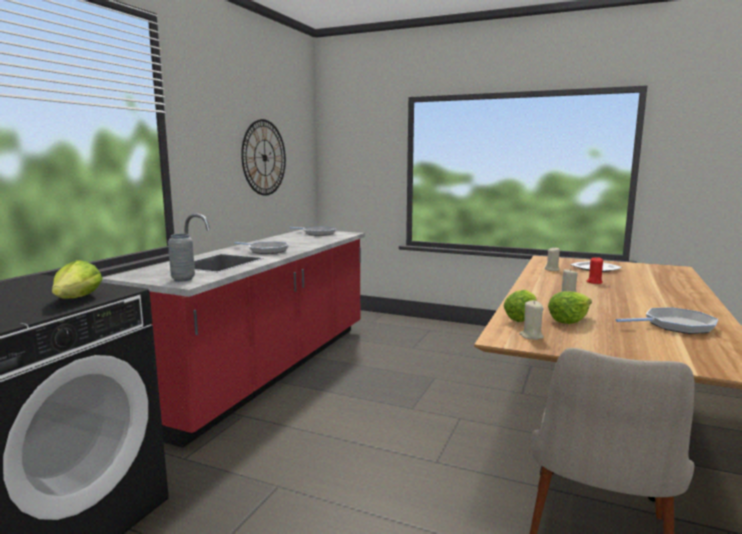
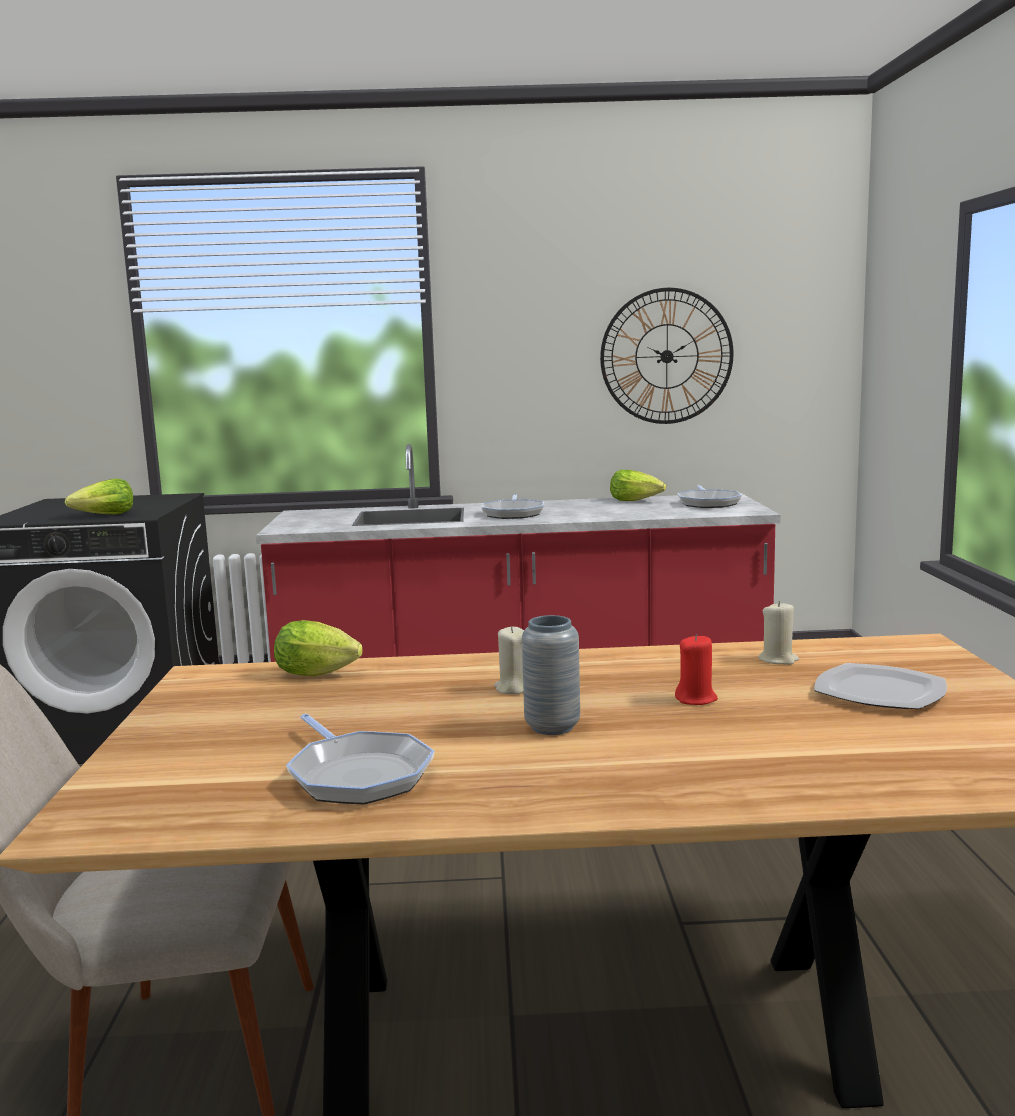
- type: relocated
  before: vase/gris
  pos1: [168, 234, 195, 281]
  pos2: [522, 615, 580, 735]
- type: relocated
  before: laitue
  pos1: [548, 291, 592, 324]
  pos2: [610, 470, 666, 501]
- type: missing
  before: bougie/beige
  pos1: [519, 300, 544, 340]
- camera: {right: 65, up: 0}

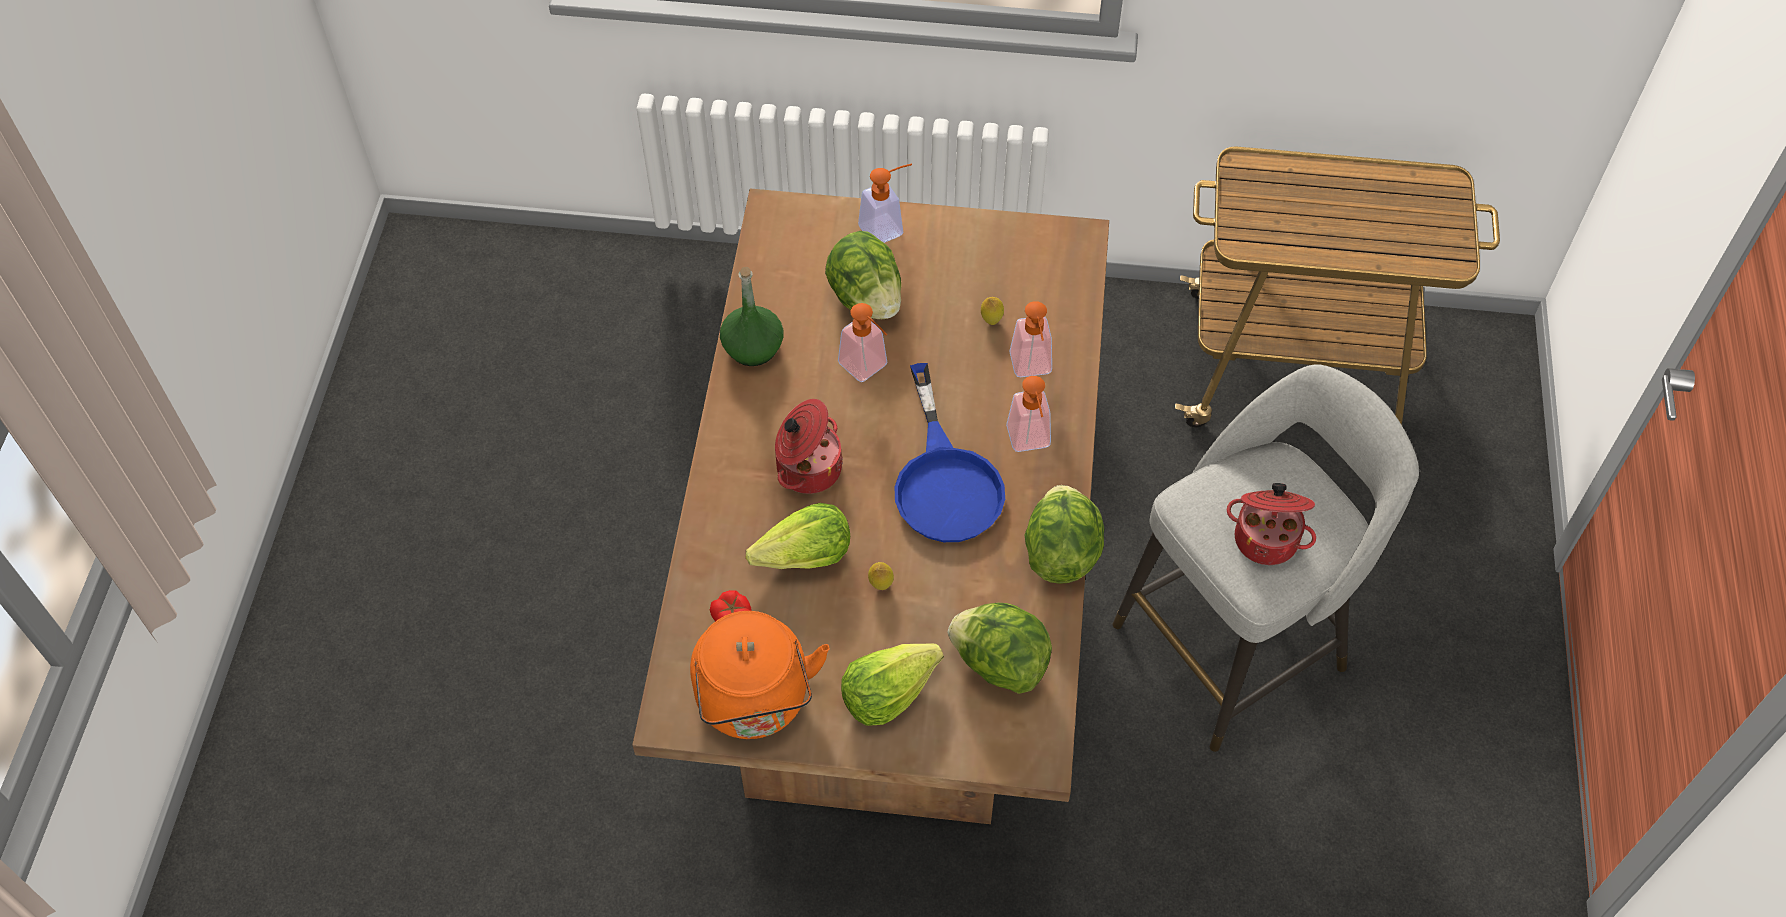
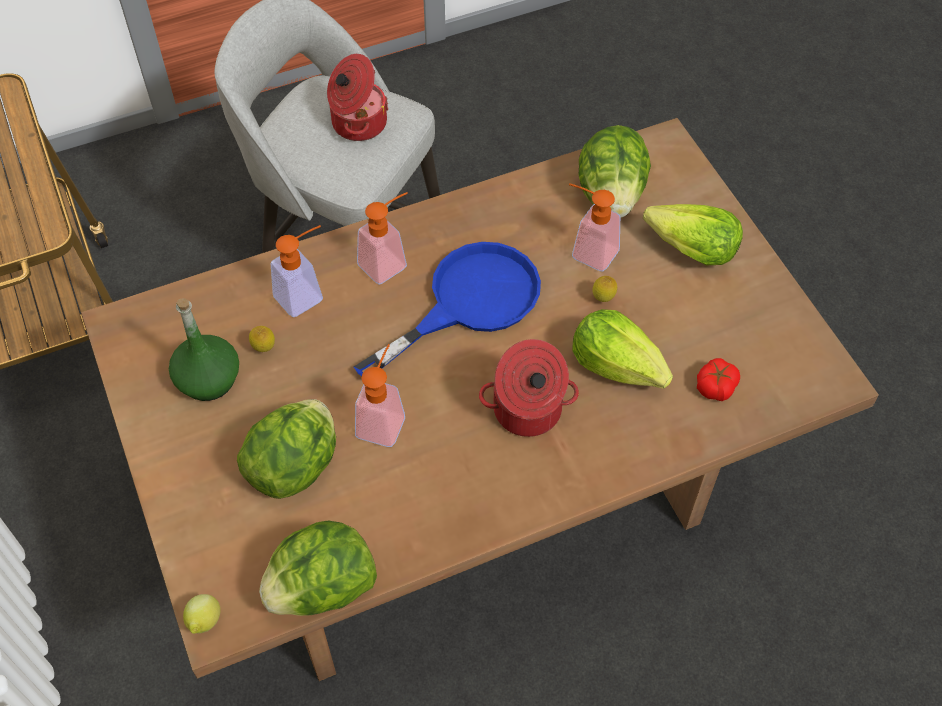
- type: relocated
  before: bouteille/vert
  pos1: [720, 267, 784, 366]
  pos2: [169, 298, 239, 401]
- type: appeared
  after: citron
  pos2: [183, 594, 221, 634]
- type: relocated
  before: laitue
  pos1: [1025, 485, 1104, 584]
  pos2: [259, 521, 377, 616]
- type: relocated
  before: distributeur de savon
  pos1: [858, 163, 912, 243]
  pos2: [569, 183, 620, 272]
- type: missing
  before: bouilloire/orange
  pos1: [690, 611, 830, 739]
- camera: {right: -120, up: 0}

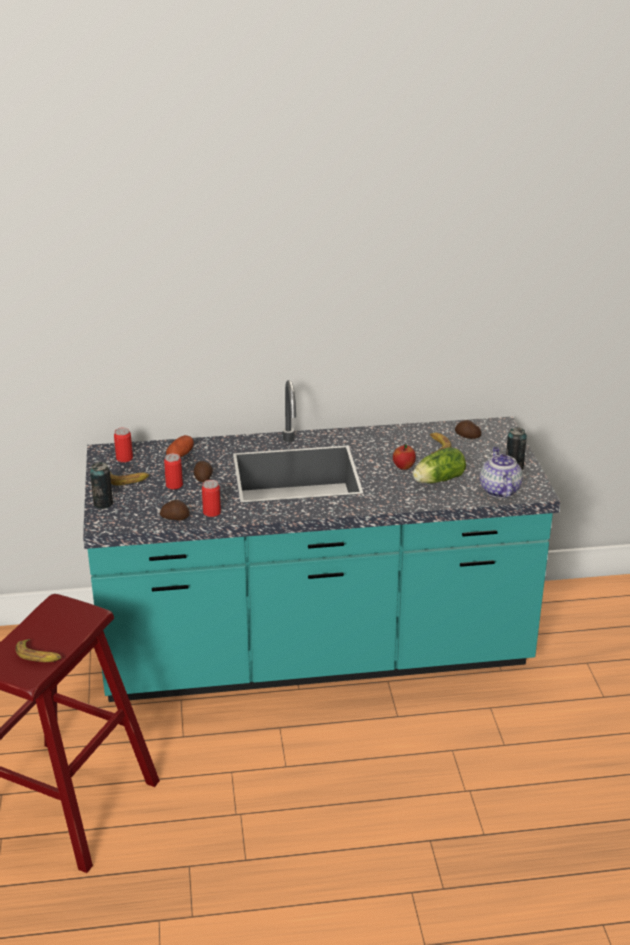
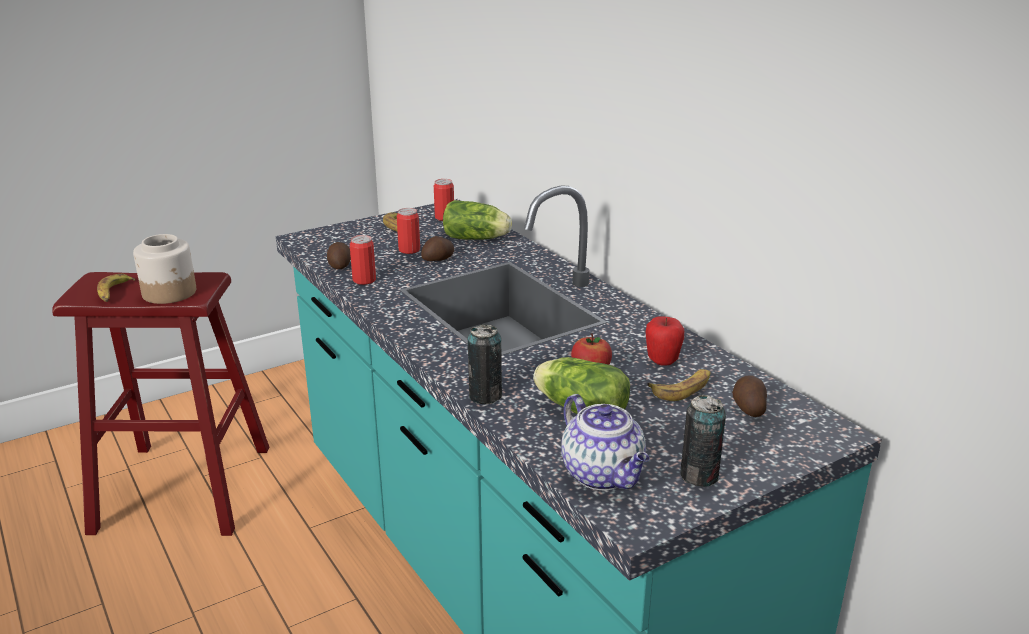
- type: appeared
  after: bocal
  pos2: [133, 234, 196, 304]
- type: exchanged
  before: pomme de terre
  after: laitue
  pos1: [166, 435, 194, 457]
  pos2: [443, 200, 512, 239]
- type: relocated
  before: boîte métallique
  pos1: [90, 462, 113, 509]
  pos2: [468, 324, 502, 404]
- type: spun
  before: théière
  pos1: [480, 447, 523, 498]
  pos2: [561, 394, 650, 490]
  turn: 90
- type: appeared
  after: pomme
  pos2: [646, 316, 684, 366]
- camera: {right: 65, up: -5}

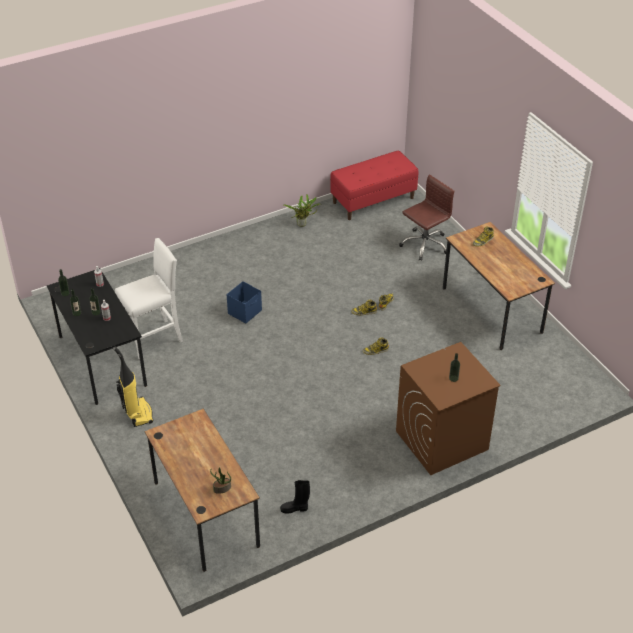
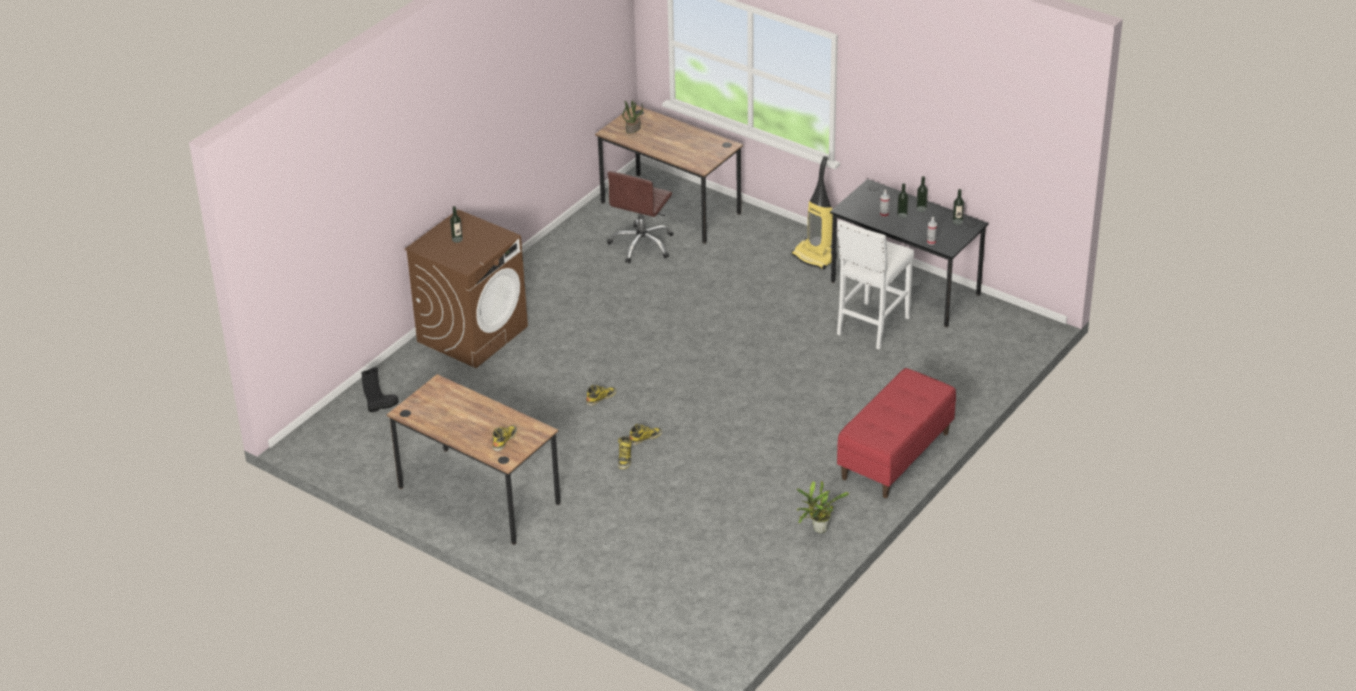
- type: relocated
  before: botte/noir
  pos1: [280, 480, 310, 513]
  pos2: [361, 367, 399, 412]
- type: relocated
  before: chaise de bureau/marron
  pos1: [399, 174, 454, 261]
  pos2: [607, 171, 674, 264]
- type: relocated
  before: banc/rouge
  pos1: [330, 150, 418, 220]
  pos2: [837, 368, 956, 498]
- type: missing
  before: boîte de rangement/bleu
  pos1: [226, 281, 262, 323]
- camera: {right: 155, up: -5}

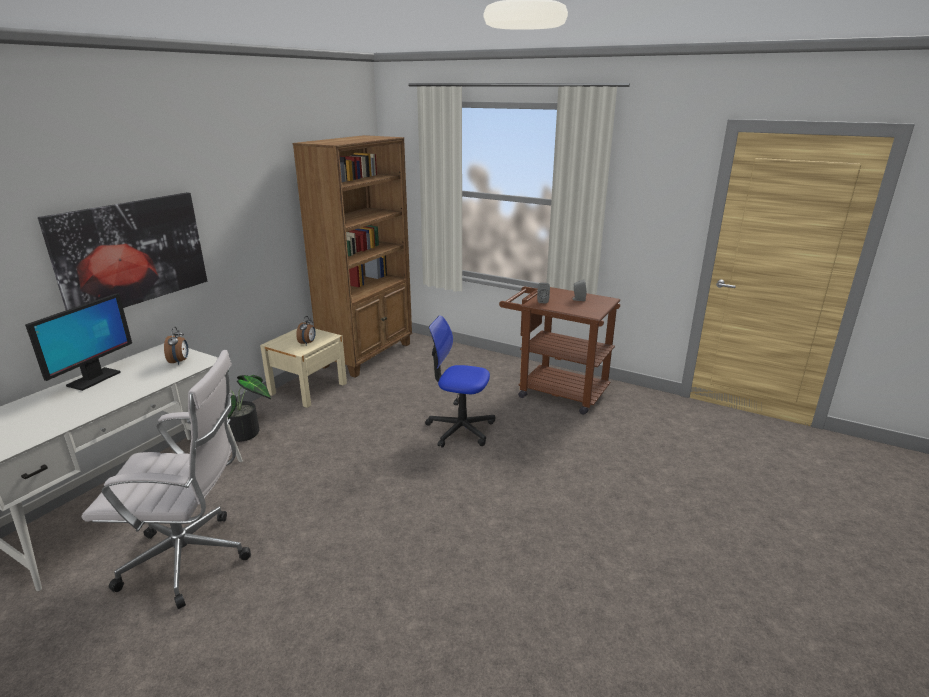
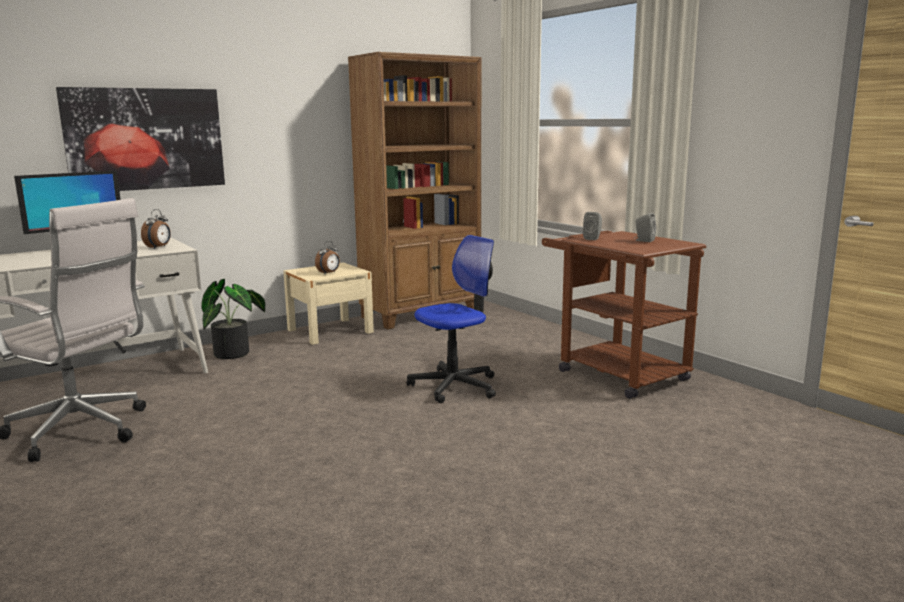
- type: spun
  before: chaise de bureau
  pos1: [425, 315, 495, 448]
  pos2: [407, 235, 496, 403]
  turn: 105
- camera: {right: 25, up: -10}

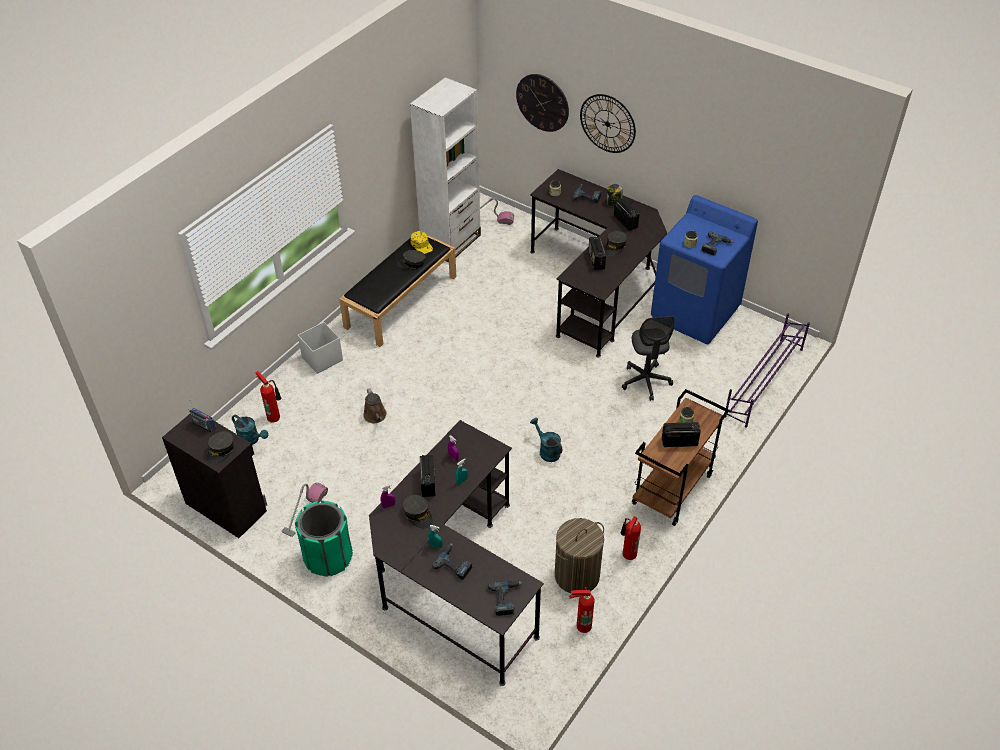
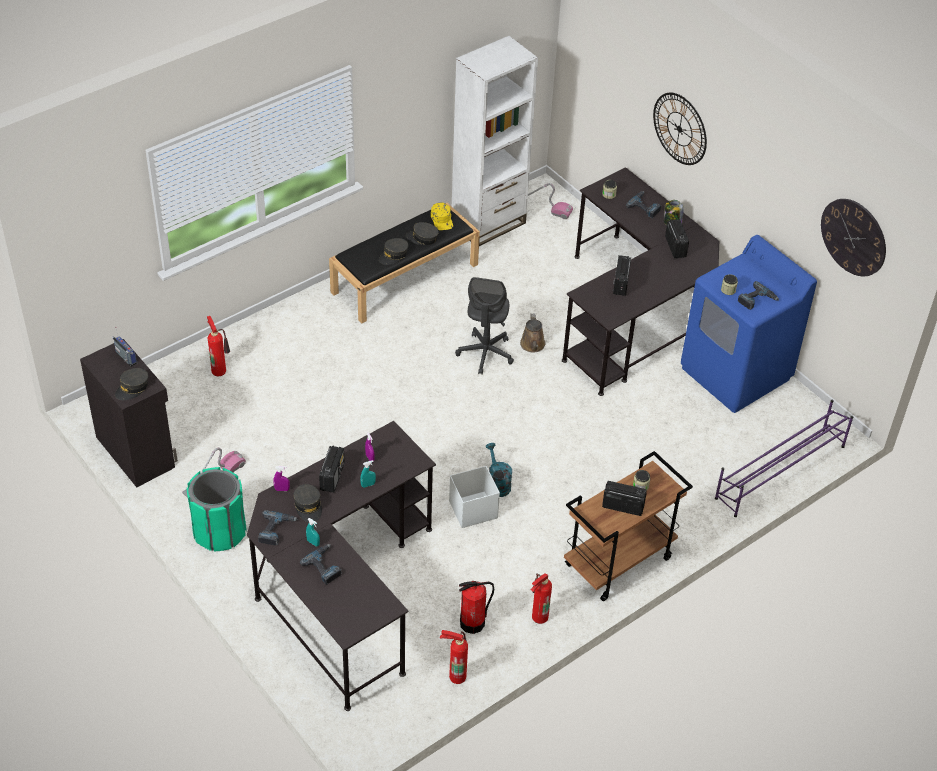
- type: relocated
  before: perceuse
  pos1: [487, 581, 523, 616]
  pos2: [258, 510, 298, 546]
- type: relocated
  before: casquette/gris
  pos1: [605, 231, 627, 256]
  pos2: [379, 238, 408, 265]
- type: relocated
  before: boîte de rangement/blanc
  pos1: [298, 322, 343, 374]
  pos2: [449, 466, 500, 528]
- type: relocated
  before: chaise de bureau/gris
  pos1: [622, 316, 675, 401]
  pos2: [455, 277, 514, 374]
- type: exchanged
  before: panier à linge
  after: extincteur
  pos1: [555, 518, 604, 593]
  pos2: [459, 581, 494, 634]
- type: relocated
  before: arrosoir/marron
  pos1: [363, 388, 387, 423]
  pos2: [520, 313, 546, 352]
- type: relocated
  before: horloge murale
  pos1: [516, 74, 569, 132]
  pos2: [821, 199, 886, 277]
- type: missing
  before: arrosoir/turquoise
  pos1: [232, 415, 268, 445]
- camera: {right: 15, up: 0}

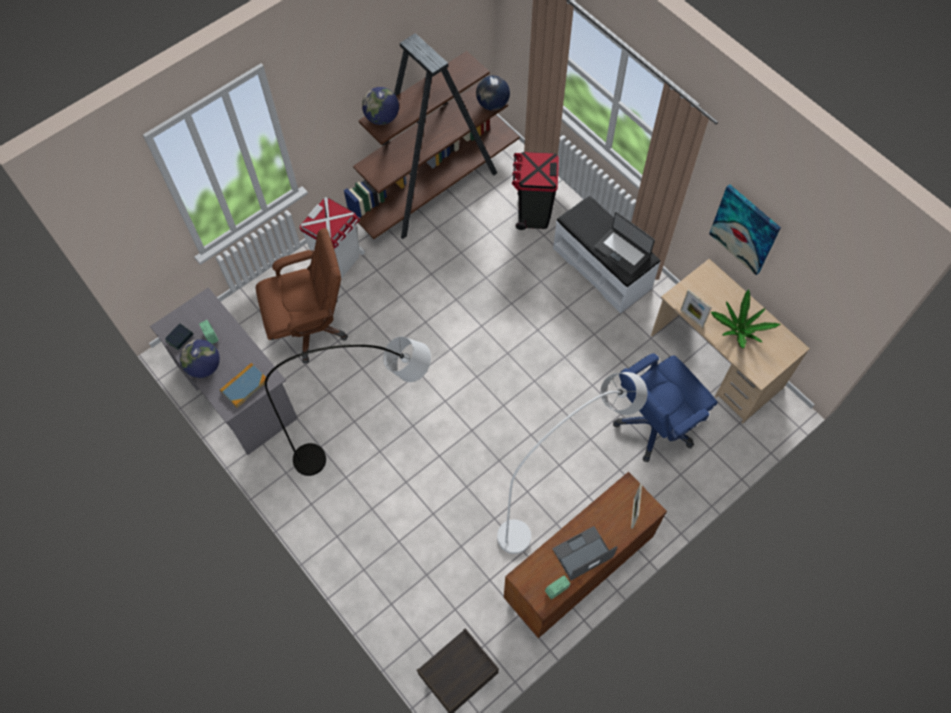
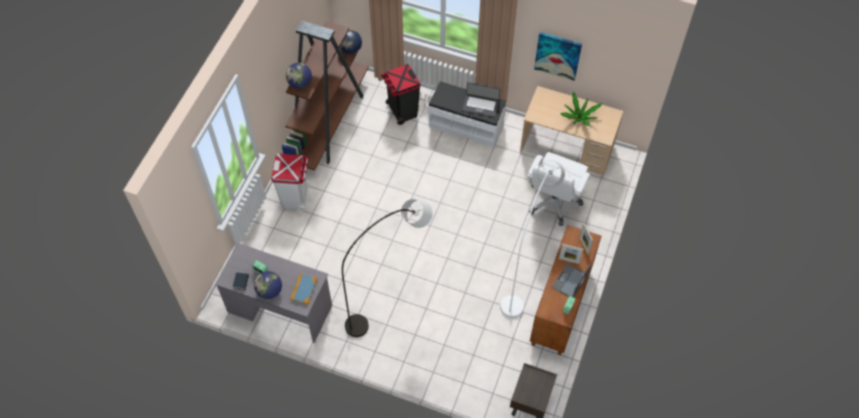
- type: colour
  before: chaise de bureau/bleu
  after: chaise de bureau/blanc
  pos1: [613, 353, 718, 462]
  pos2: [527, 152, 590, 226]
- type: relocated
  before: cadre photo
  pos1: [680, 289, 712, 328]
  pos2: [559, 244, 583, 264]
- type: missing
  before: chaise de bureau/marron
  pos1: [256, 228, 348, 363]
- camera: {right: -30, up: -5}

